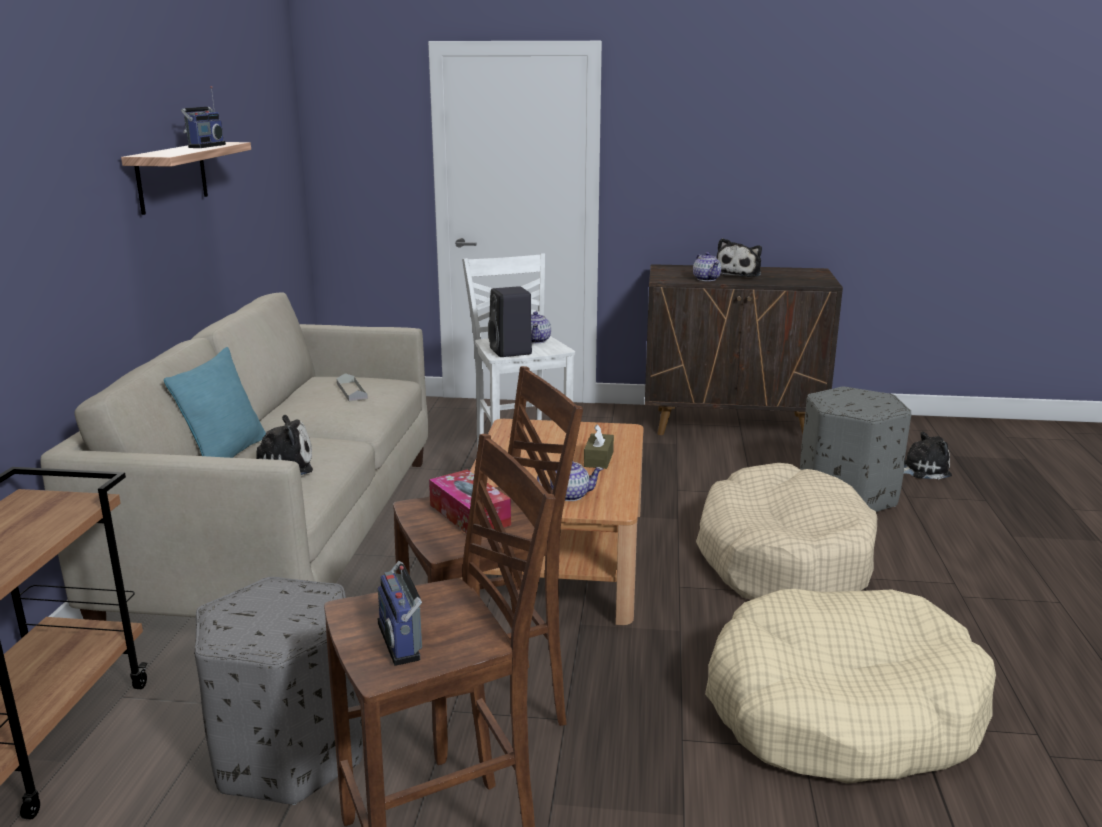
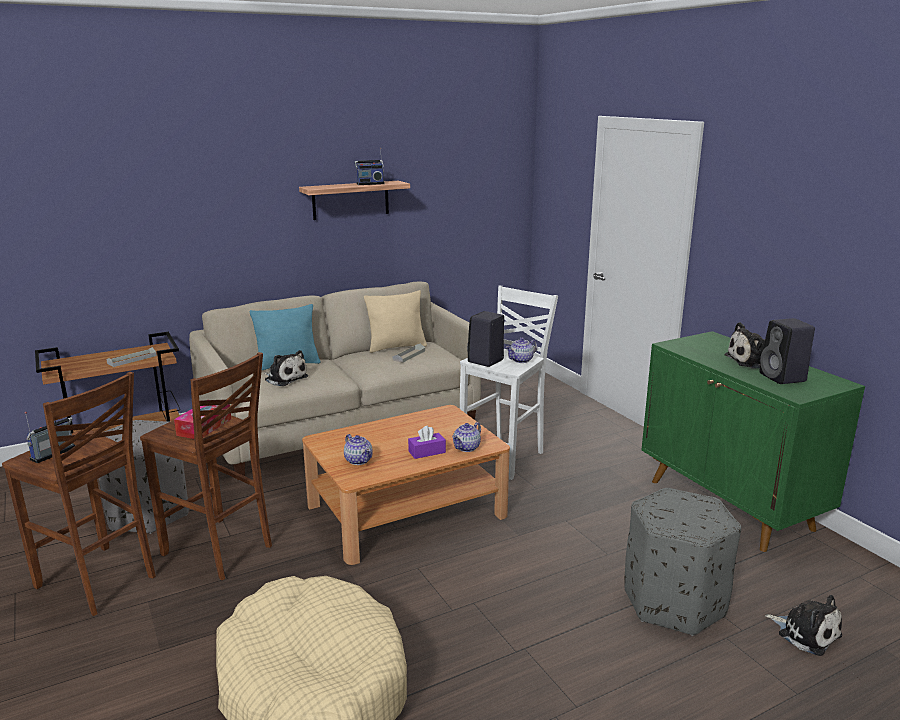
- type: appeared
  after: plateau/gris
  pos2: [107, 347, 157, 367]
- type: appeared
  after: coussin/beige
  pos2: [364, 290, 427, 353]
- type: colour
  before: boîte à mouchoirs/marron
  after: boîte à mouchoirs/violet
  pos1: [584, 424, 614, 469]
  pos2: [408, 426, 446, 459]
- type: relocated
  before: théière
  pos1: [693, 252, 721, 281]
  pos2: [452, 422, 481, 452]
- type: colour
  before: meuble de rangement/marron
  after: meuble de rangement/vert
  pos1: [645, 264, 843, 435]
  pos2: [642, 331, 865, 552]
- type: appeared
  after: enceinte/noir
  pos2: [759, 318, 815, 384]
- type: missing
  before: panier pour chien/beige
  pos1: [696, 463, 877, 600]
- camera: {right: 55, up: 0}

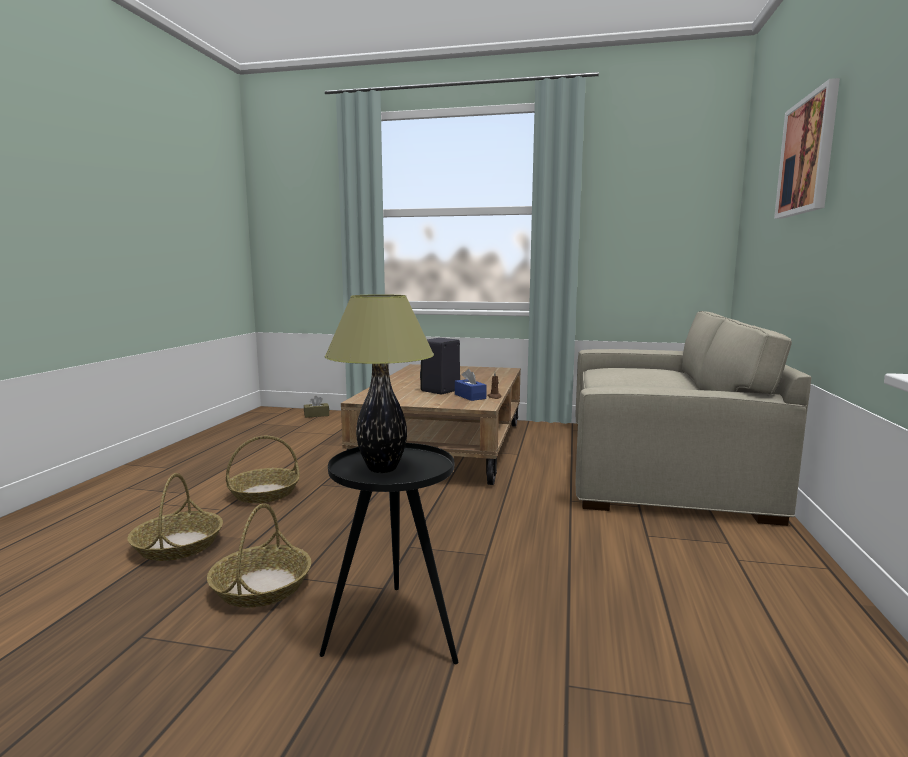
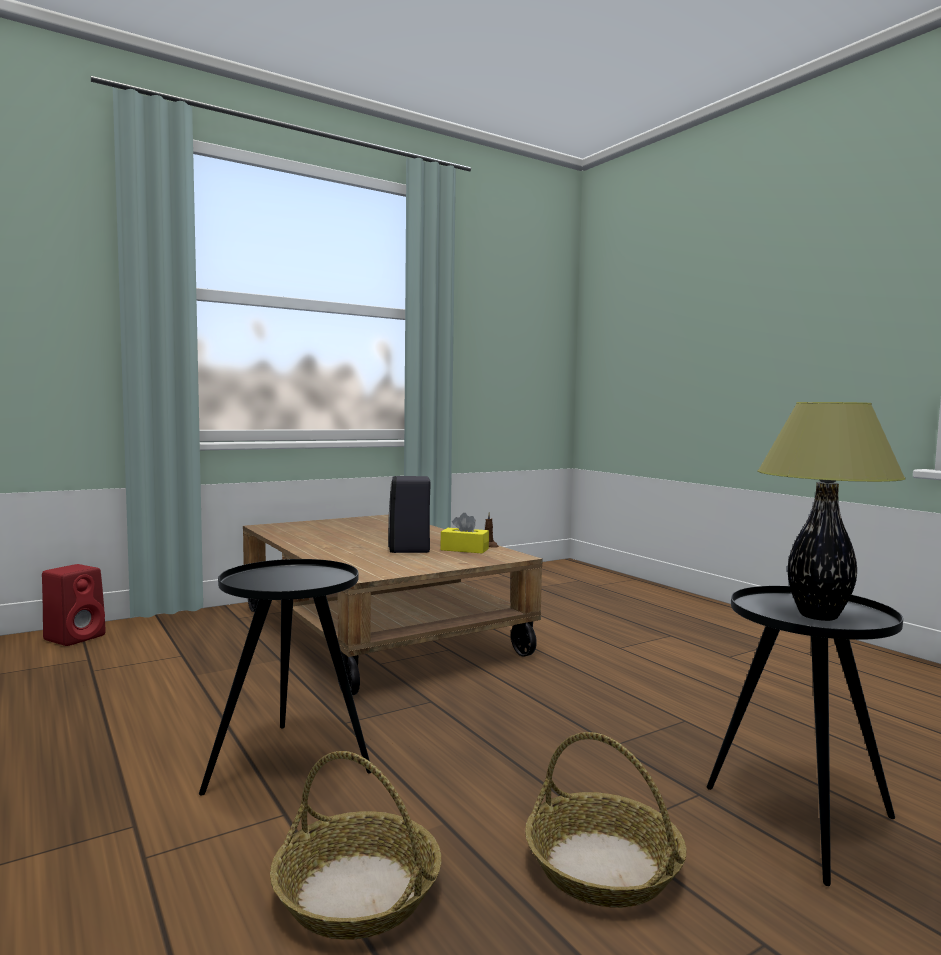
- type: exchanged
  before: boîte à mouchoirs/marron
  after: enceinte/rouge
  pos1: [304, 396, 329, 418]
  pos2: [42, 564, 106, 646]
- type: exchanged
  before: panier
  after: table d'appoint/noir
  pos1: [226, 436, 300, 503]
  pos2: [199, 559, 372, 796]
- type: colour
  before: boîte à mouchoirs/bleu
  after: boîte à mouchoirs/jaune
  pos1: [455, 369, 487, 401]
  pos2: [441, 513, 489, 554]
- type: missing
  before: canapé/beige
  pos1: [576, 311, 812, 526]
- type: missing
  before: tableau
  pos1: [774, 78, 840, 219]
- camera: {right: -45, up: -5}

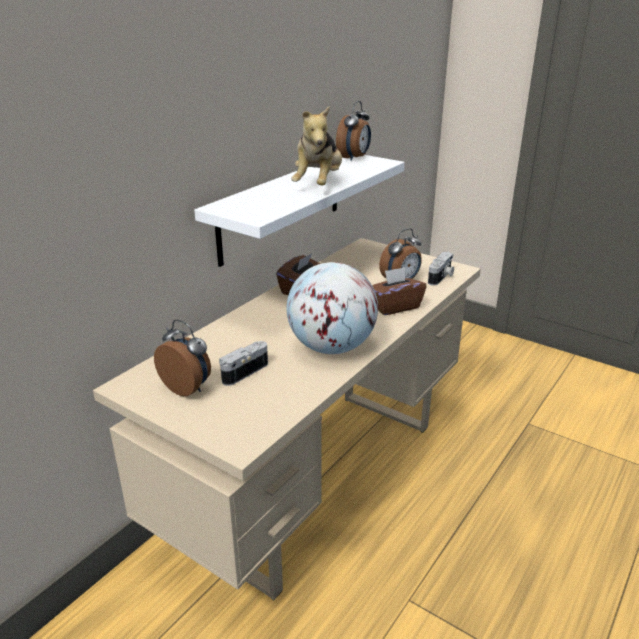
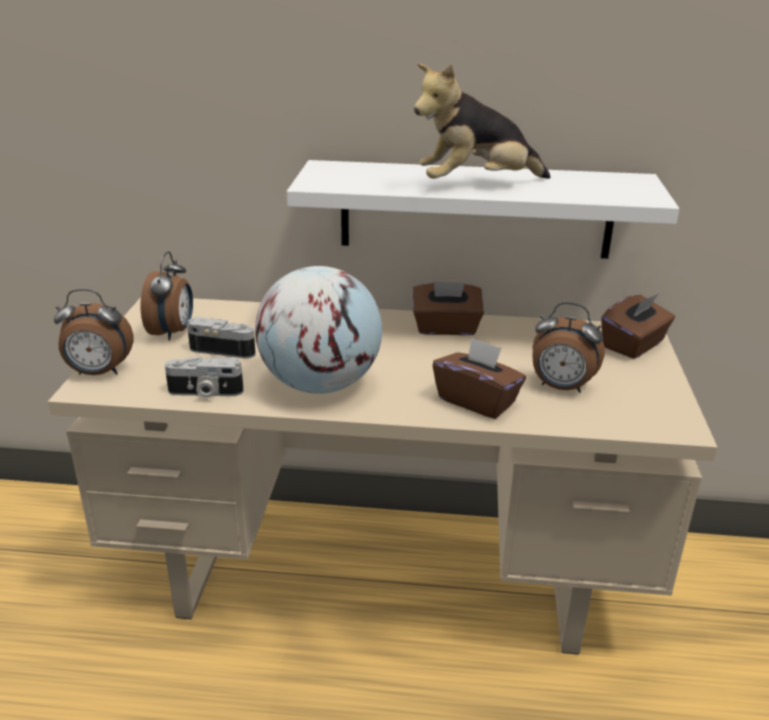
- type: relocated
  before: réveil
  pos1: [336, 101, 371, 161]
  pos2: [54, 289, 133, 375]
- type: relocated
  before: appareil photo
  pos1: [428, 252, 454, 286]
  pos2: [165, 356, 244, 398]
- type: appeared
  after: boîte à mouchoirs/marron
  pos2: [601, 293, 675, 359]
- camera: {right: 60, up: 0}

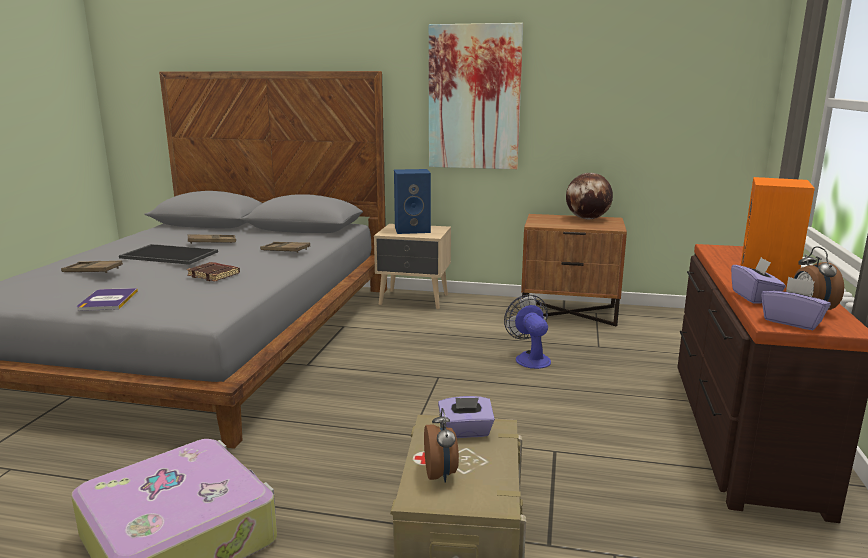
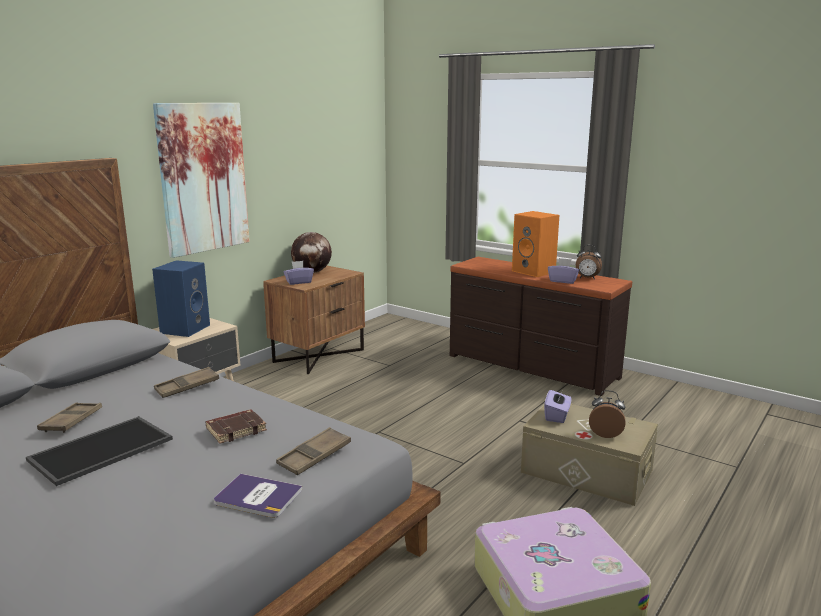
- type: relocated
  before: plateau/marron
  pos1: [61, 260, 123, 273]
  pos2: [276, 427, 351, 475]
- type: relocated
  before: boîte à mouchoirs/violet
  pos1: [761, 277, 831, 330]
  pos2: [284, 261, 314, 285]
- type: missing
  before: ventilateur
  pos1: [504, 295, 551, 369]
- camera: {right: -65, up: 0}

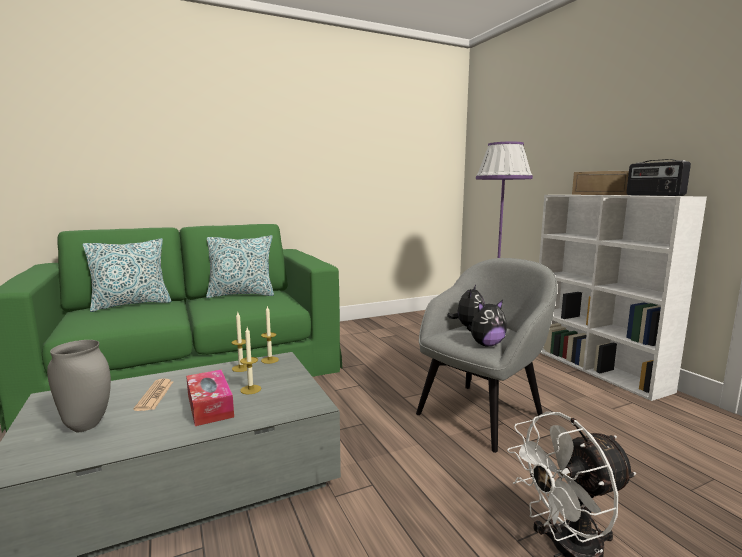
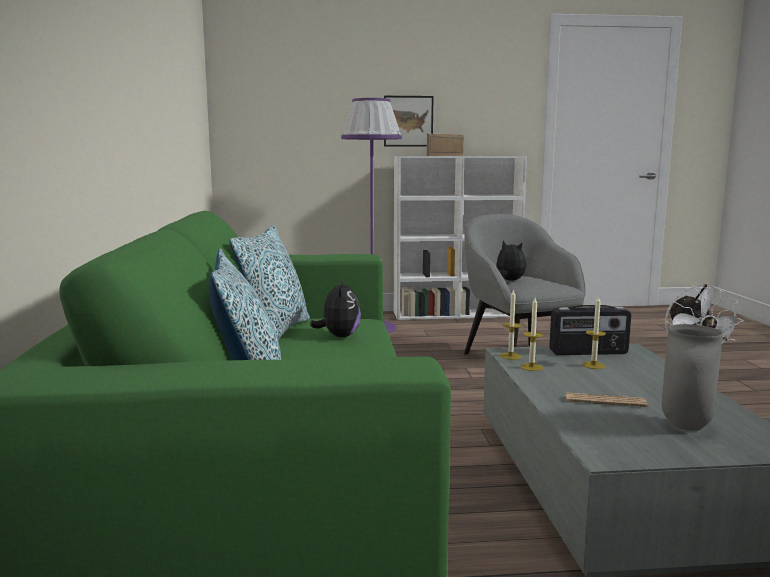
- type: relocated
  before: peluche
  pos1: [467, 300, 507, 347]
  pos2: [310, 279, 361, 337]
- type: appeared
  after: tableau
  pos2: [384, 96, 434, 147]
- type: relocated
  before: radio
  pos1: [626, 159, 691, 196]
  pos2: [549, 305, 631, 355]
- type: missing
  before: boîte à mouchoirs
  pos1: [186, 370, 234, 426]
- camera: {right: -70, up: 0}

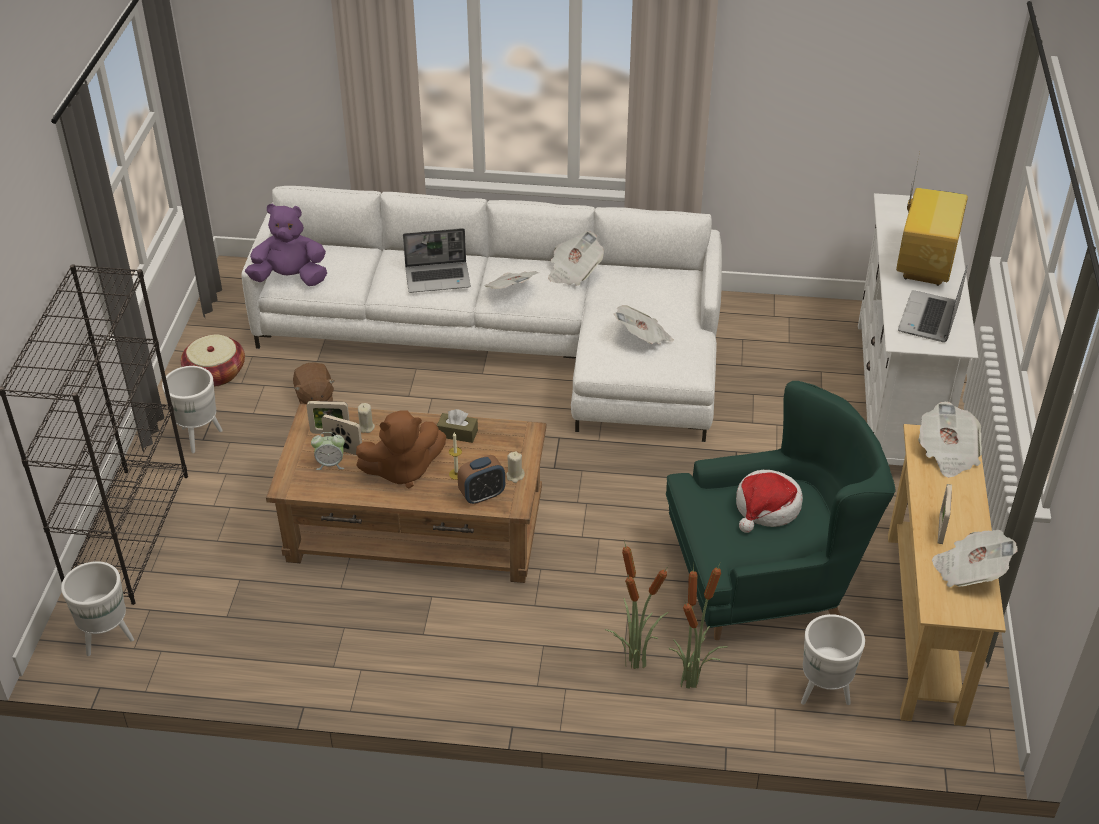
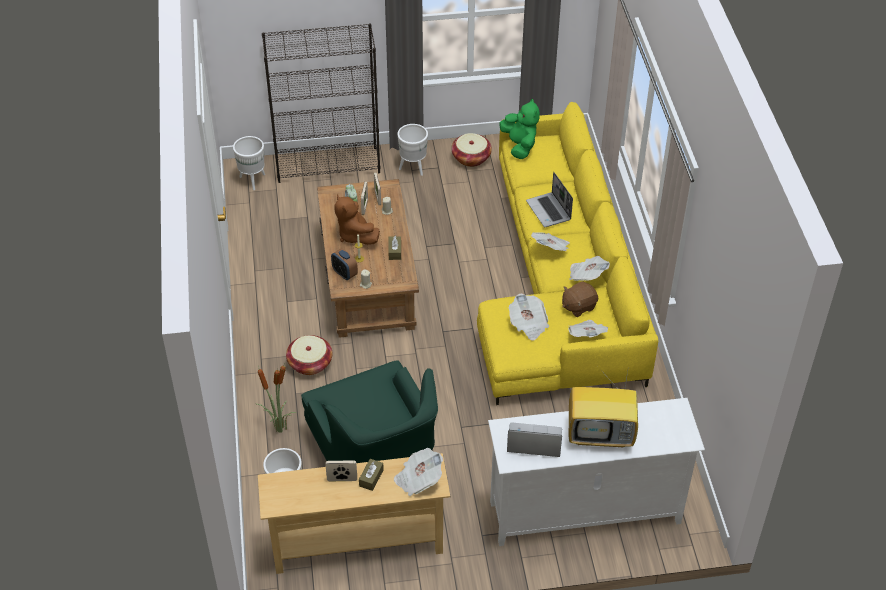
- type: appeared
  after: panier
  pos2: [286, 335, 332, 375]
- type: appeared
  after: boîte à mouchoirs/marron
  pos2: [359, 459, 384, 491]
- type: colour
  before: canapé/blanc
  after: canapé/jaune
  pos1: [242, 186, 722, 442]
  pos2: [477, 102, 658, 405]
- type: colour
  before: peluche/violet
  after: peluche/vert
  pos1: [245, 204, 327, 286]
  pos2: [499, 98, 540, 159]
- type: relocated
  before: peluche/marron
  pos1: [293, 362, 335, 404]
  pos2: [562, 281, 598, 317]
- type: relocated
  before: journal
  pos1: [932, 530, 1018, 587]
  pos2: [568, 320, 608, 337]
- type: missing
  before: plante en pot
  pos1: [605, 541, 669, 669]
- type: missing
  before: chapeau
  pos1: [736, 470, 803, 533]
- camera: {right: 75, up: 5}

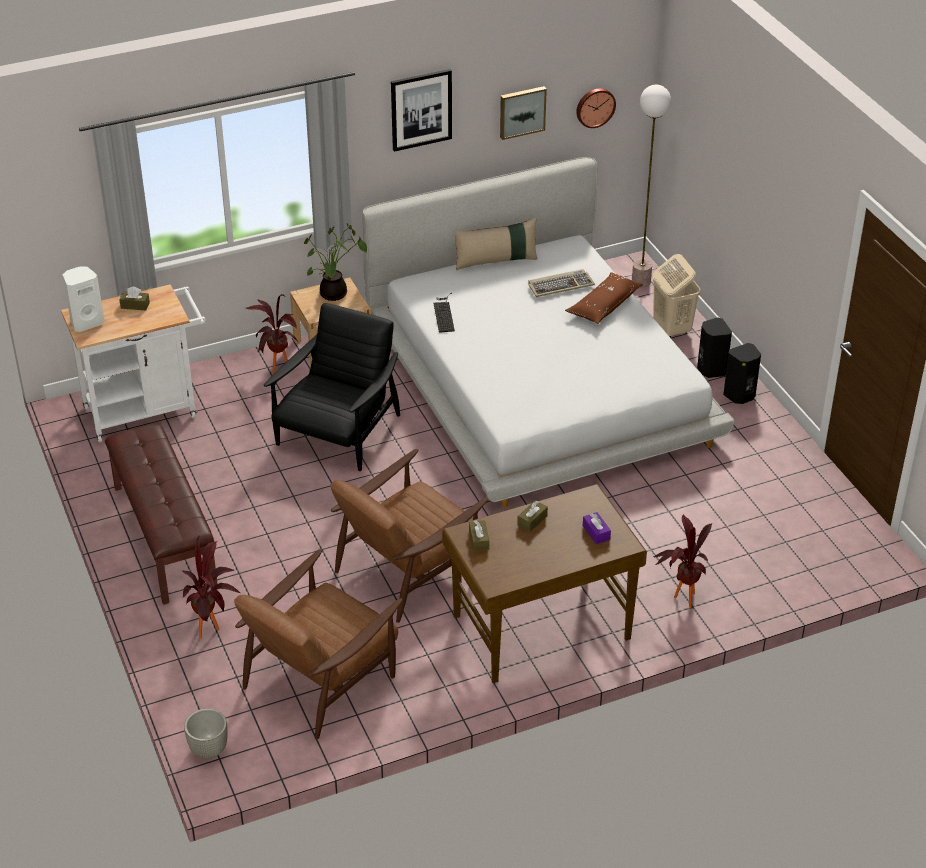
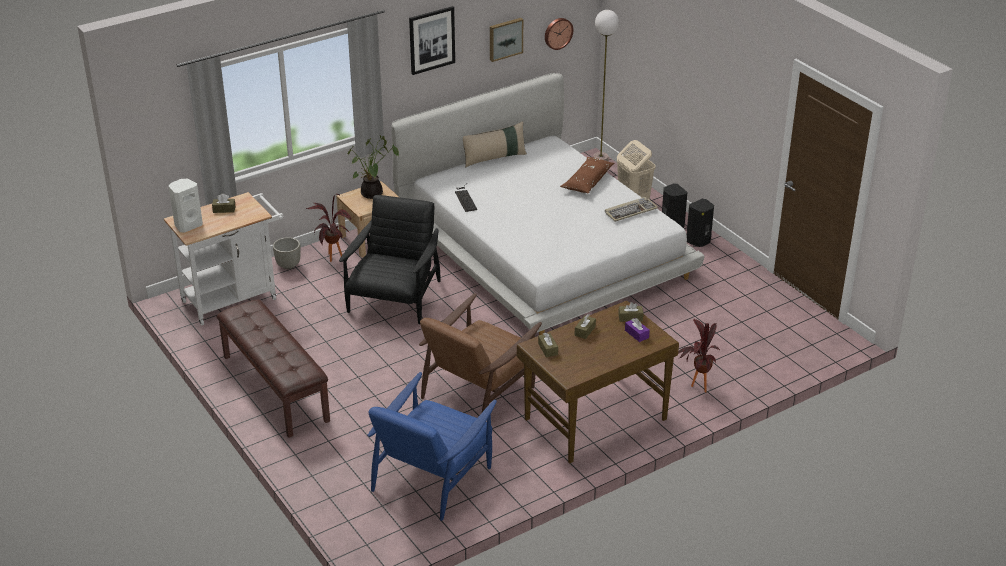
- type: relocated
  before: cache-pot/gris
  pos1: [184, 709, 228, 759]
  pos2: [273, 237, 301, 269]
- type: colour
  before: fauteuil/marron
  after: fauteuil/bleu
  pos1: [234, 549, 402, 739]
  pos2: [367, 372, 497, 521]
- type: relocated
  before: clavier
  pos1: [528, 269, 595, 297]
  pos2: [605, 197, 658, 222]
- type: appeared
  after: boîte à mouchoirs/marron
  pos2: [618, 302, 643, 322]
- type: missing
  before: plante en pot
  pos1: [182, 537, 241, 638]
- camera: {right: -10, up: -5}

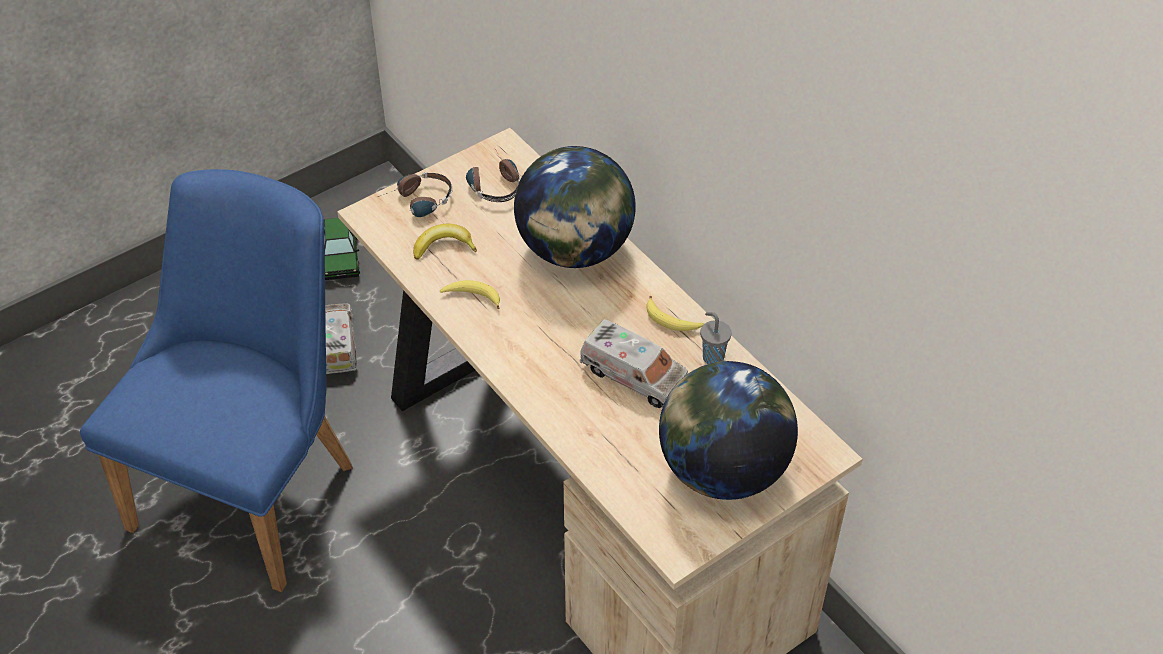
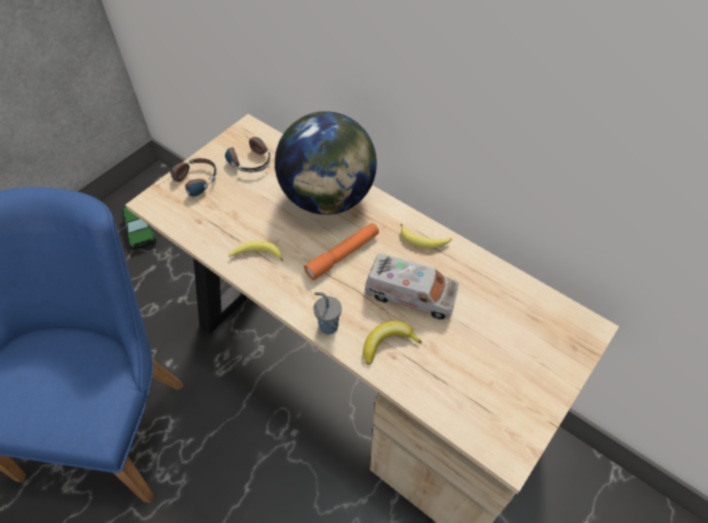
- type: appeared
  after: lampe de poche/orange
  pos2: [304, 223, 379, 280]
- type: relocated
  before: tasse/gris
  pos1: [701, 312, 732, 364]
  pos2: [313, 292, 342, 334]
- type: relocated
  before: banane
  pos1: [413, 224, 477, 260]
  pos2: [363, 321, 422, 365]
- type: missing
  before: camion jouet
  pos1: [325, 303, 357, 374]
- type: missing
  before: globe
  pos1: [659, 361, 798, 500]
- camera: {right: -15, up: 5}

